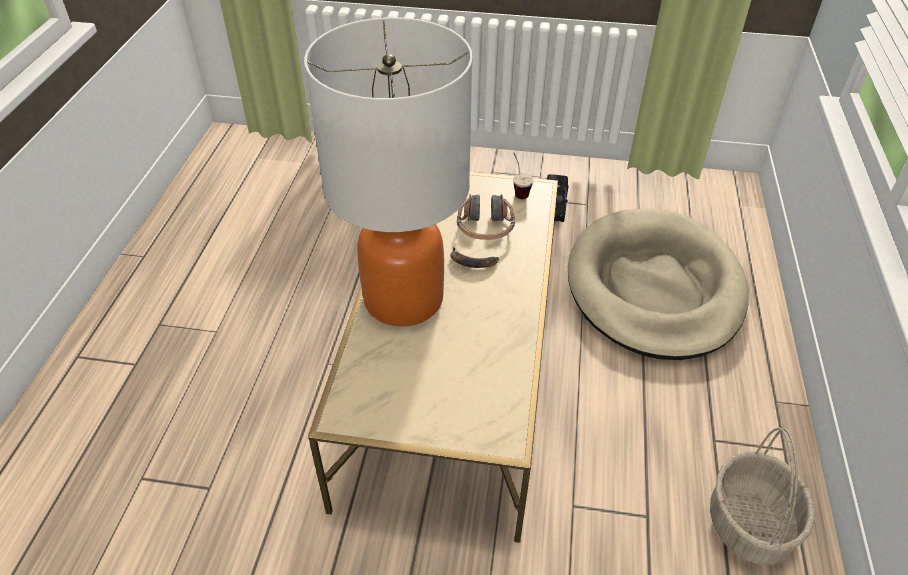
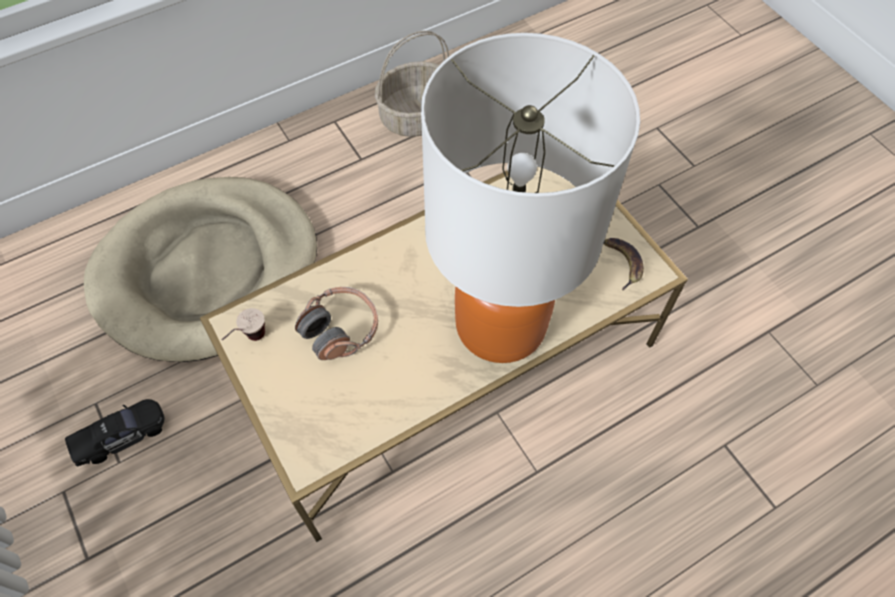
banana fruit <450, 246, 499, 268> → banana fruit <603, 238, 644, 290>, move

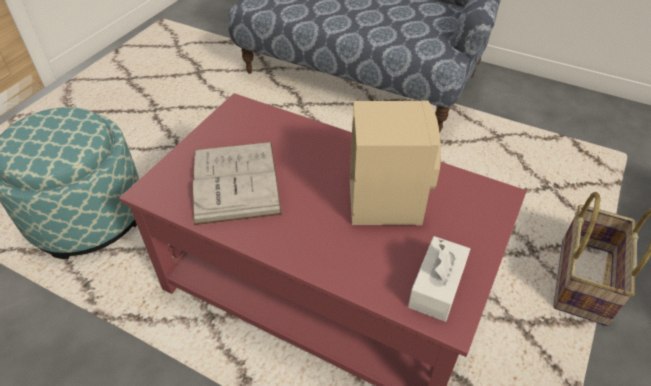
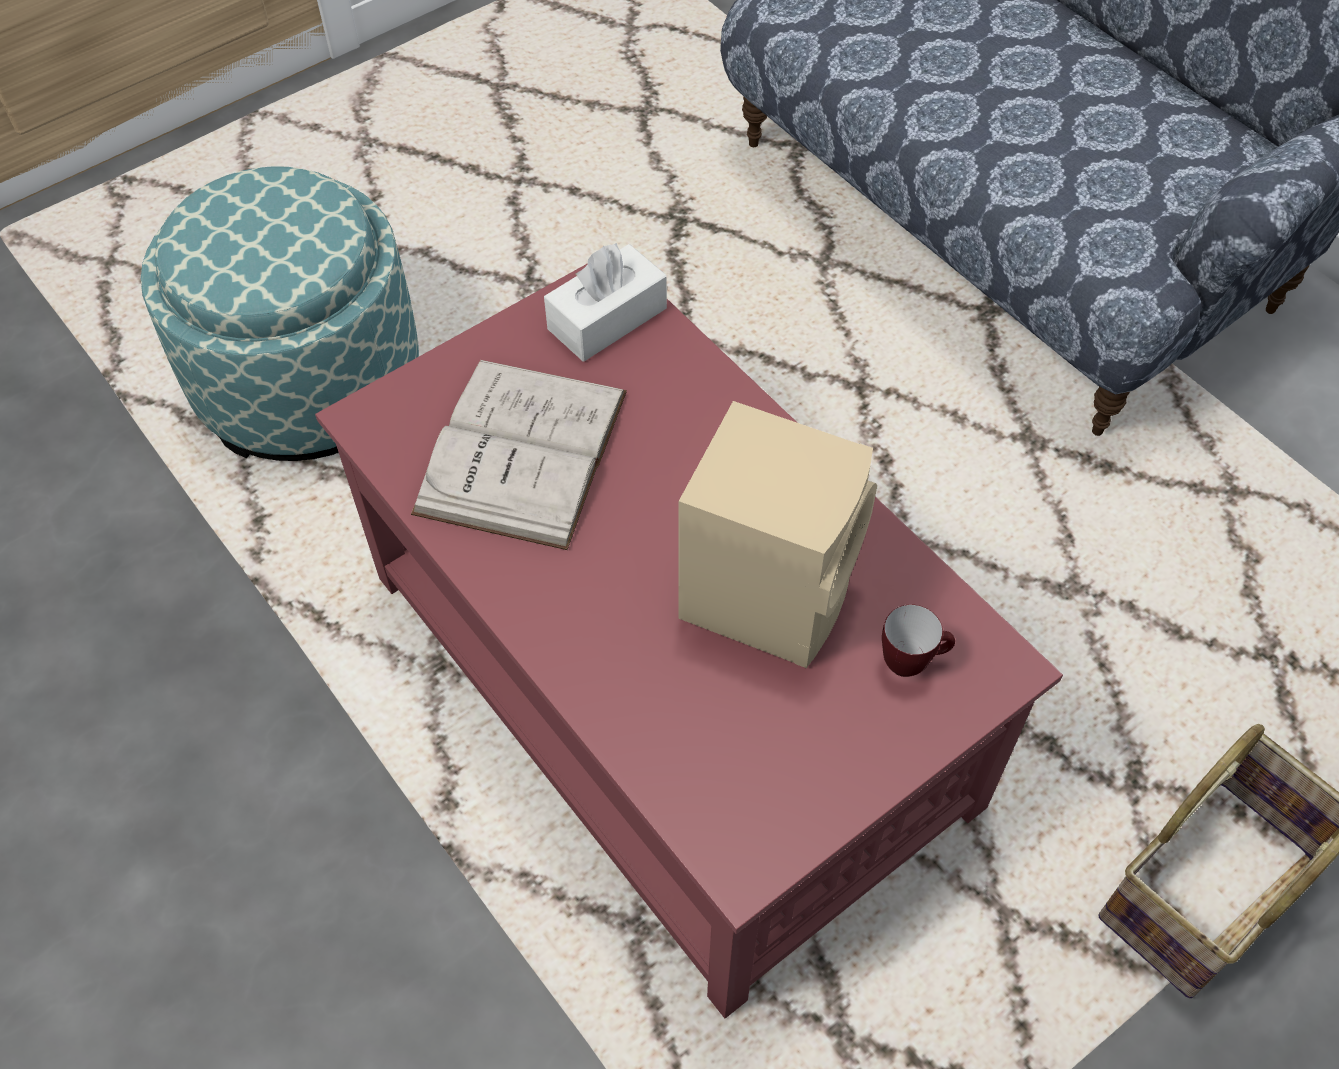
white box of tissues <408, 236, 470, 322> → white box of tissues <544, 243, 667, 362>, move
- → coffee mug <882, 604, 955, 677>

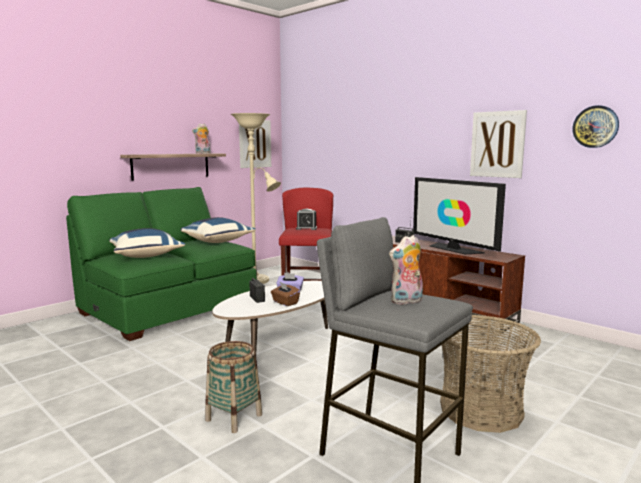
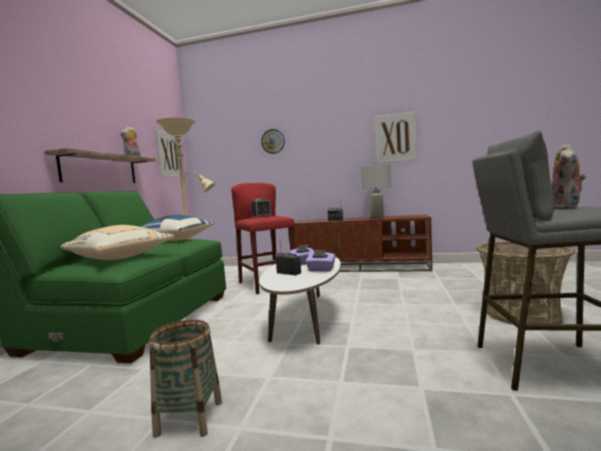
blue-coloured throw pillow <109, 228, 185, 258> → sand-coloured throw pillow <61, 225, 174, 260>
household basket <205, 341, 262, 433> → household basket <149, 320, 222, 438>, move
hanging clock <572, 105, 619, 148> → hanging clock <261, 129, 285, 154>, move
brown box of tissues <271, 281, 300, 306> → purple-coloured box of tissues <305, 250, 335, 272>
television <413, 177, 506, 254> → gray table lamp <360, 163, 391, 219>

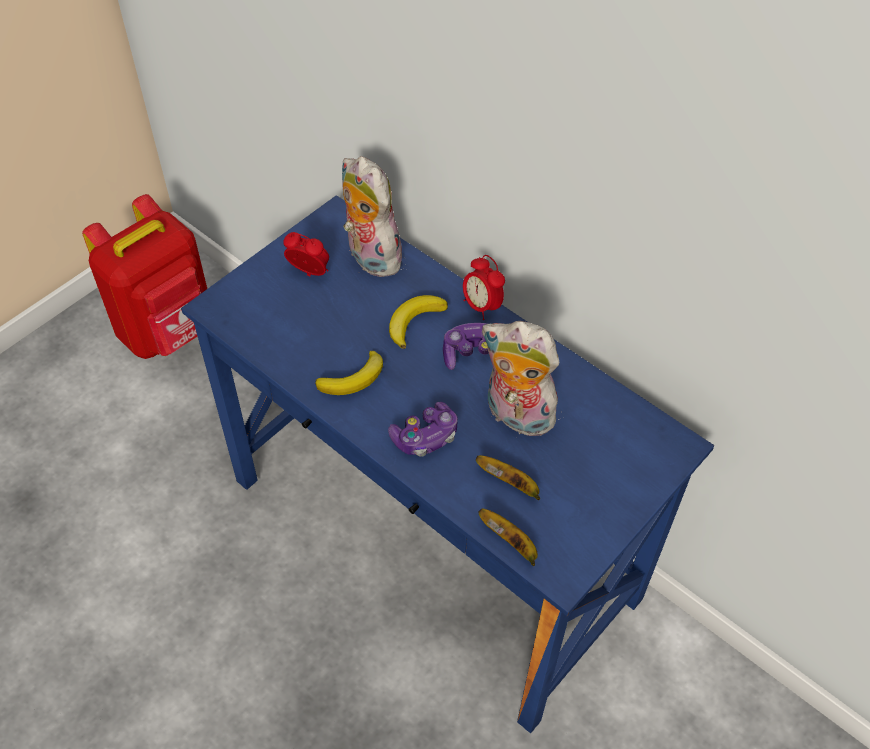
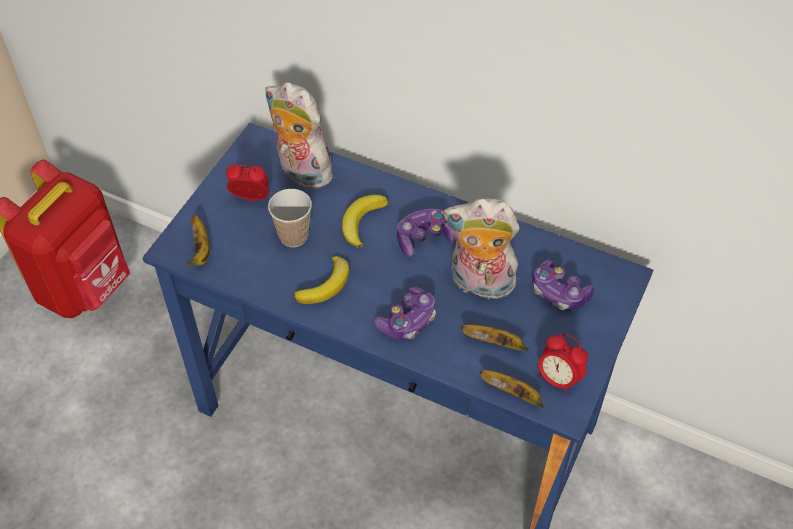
- → banana fruit <186, 215, 210, 266>
- → small cup <268, 189, 312, 247>
- → game controller <532, 260, 594, 310>
alarm clock <463, 255, 505, 320> → alarm clock <538, 334, 588, 395>, move

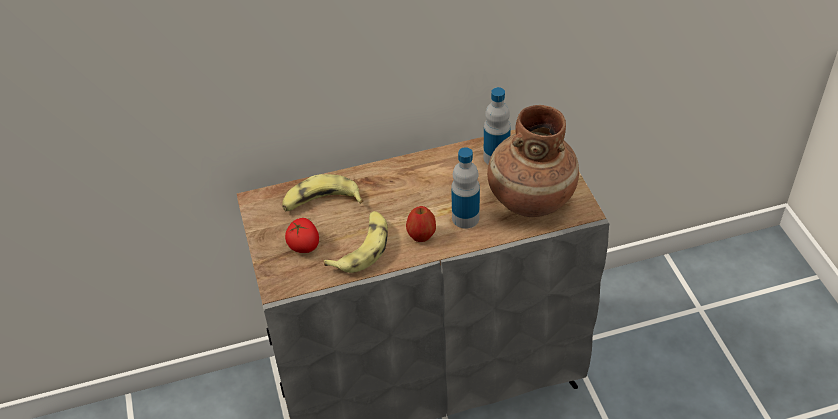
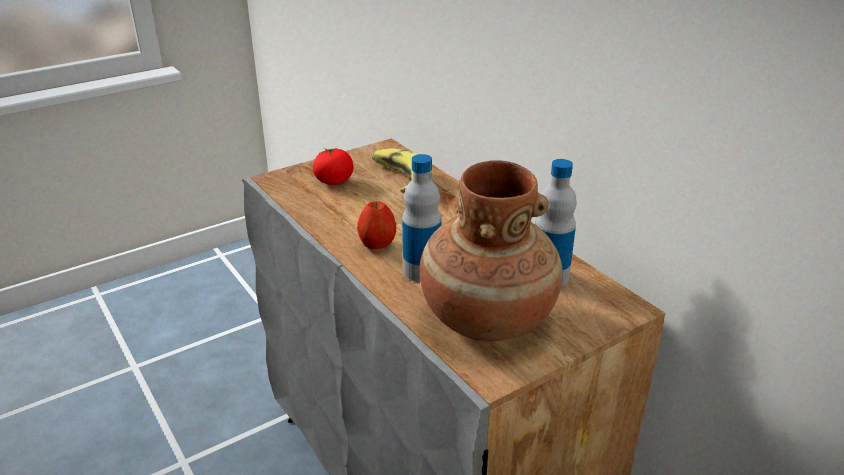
banana fruit <323, 211, 388, 273> → -

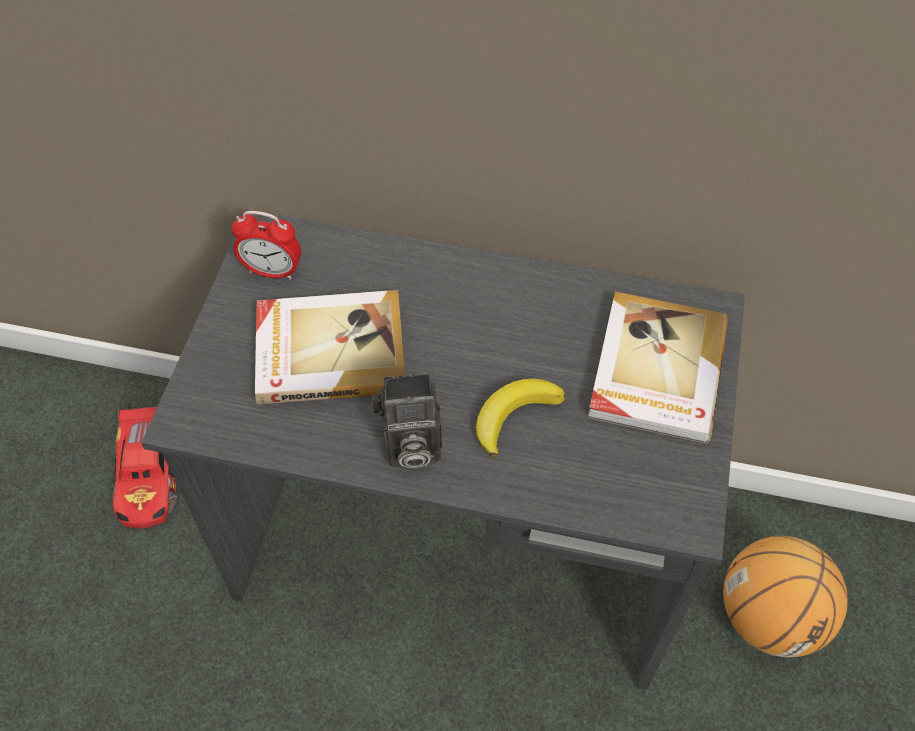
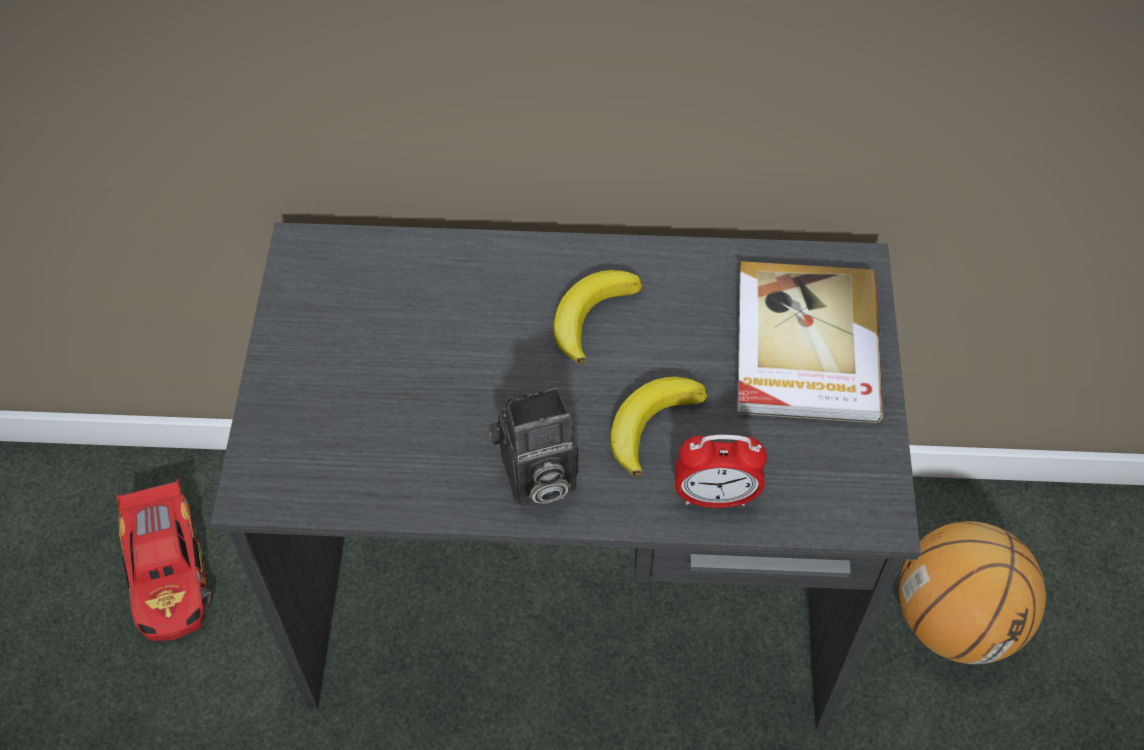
- → banana fruit <553, 270, 642, 364>
alarm clock <232, 211, 301, 280> → alarm clock <675, 435, 767, 508>, move
volume <255, 290, 405, 405> → -

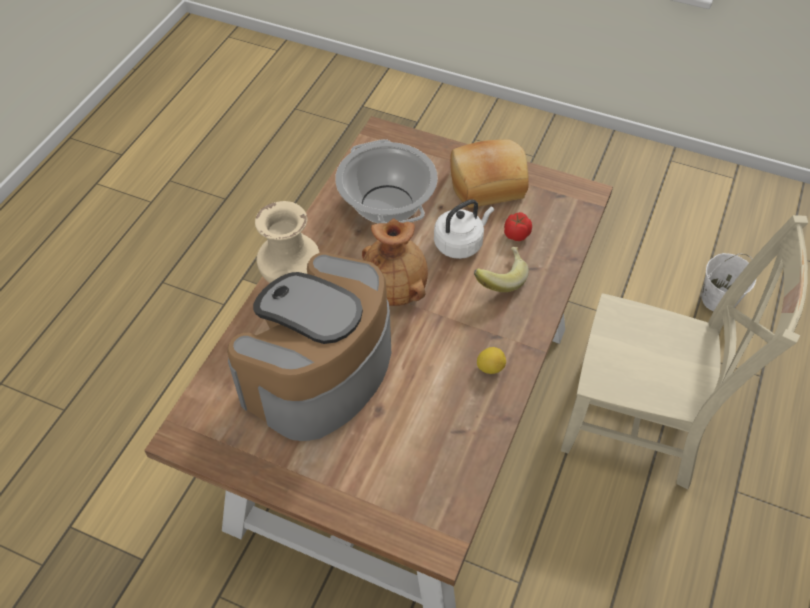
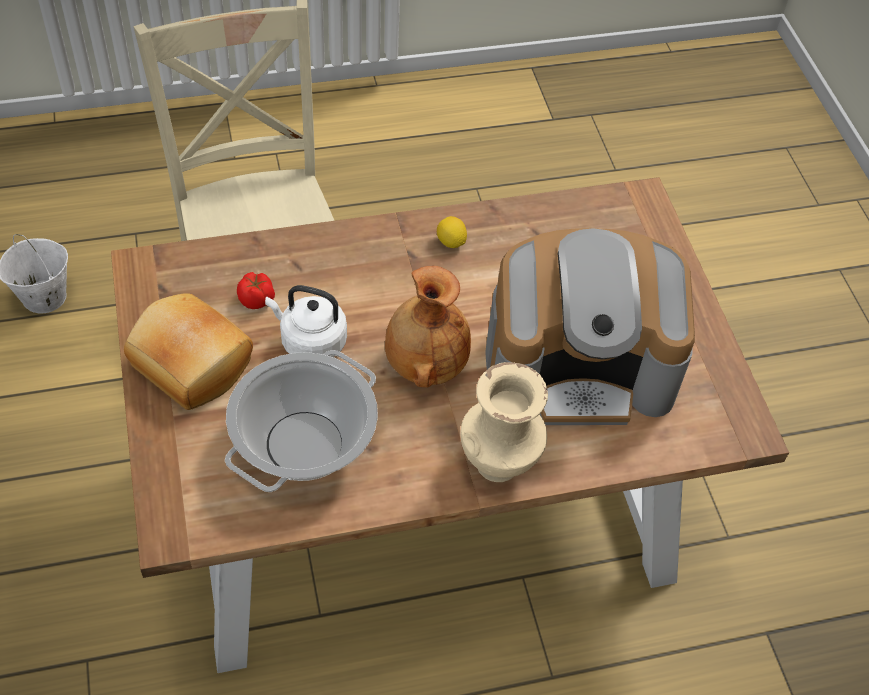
banana fruit <474, 247, 529, 292> → -

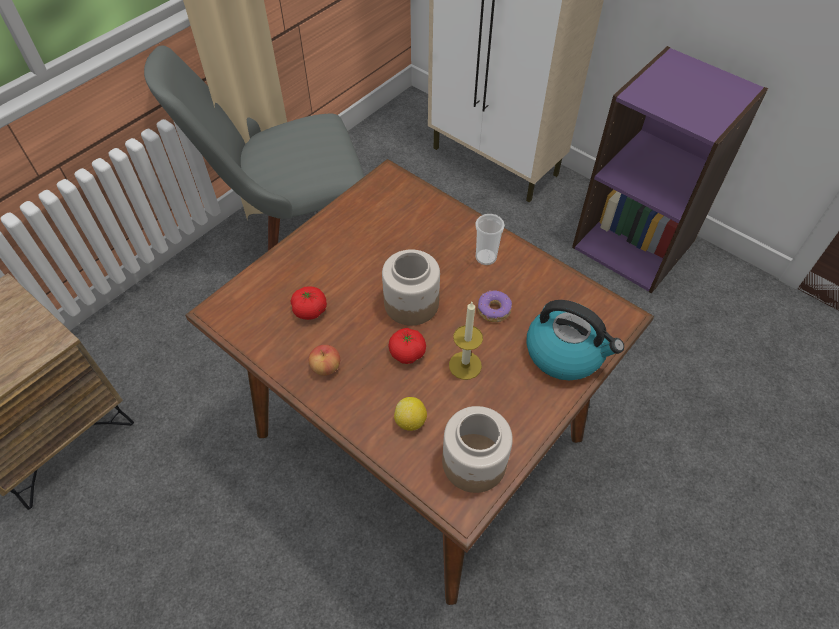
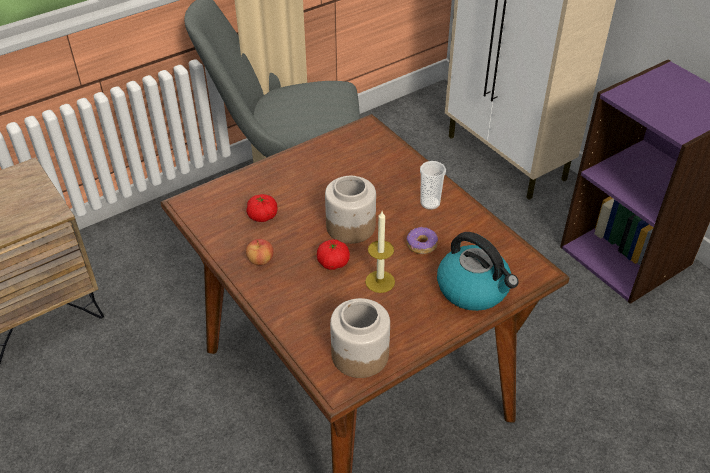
citrus fruit <394, 397, 427, 431> → -

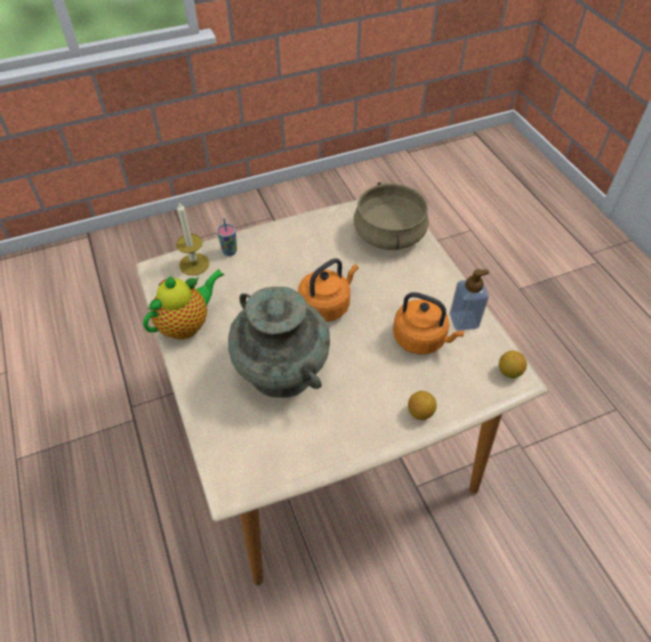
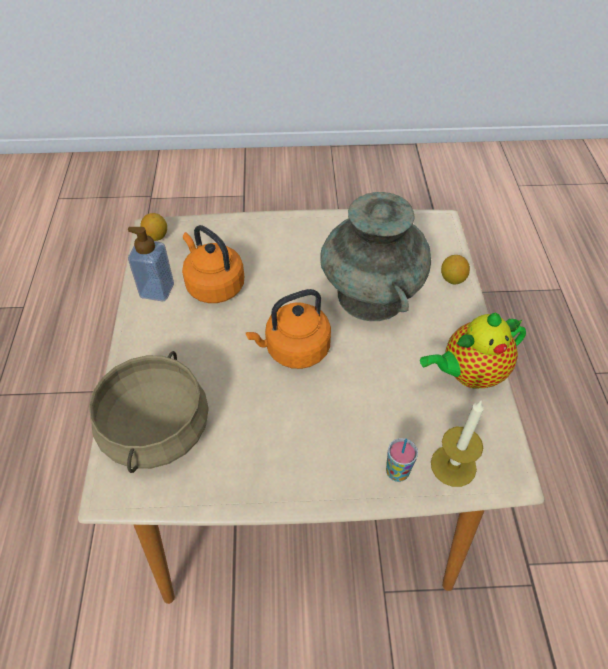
citrus fruit <408, 391, 437, 420> → citrus fruit <441, 255, 470, 284>, move

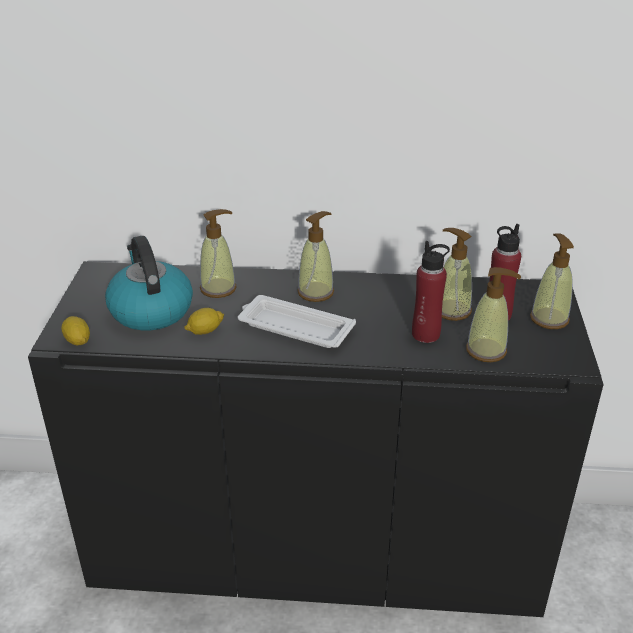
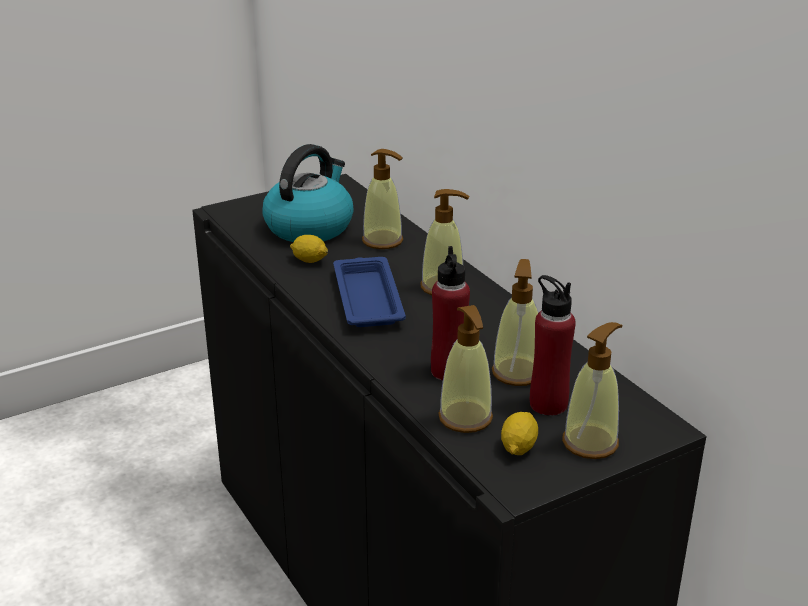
white serving tray <238, 295, 356, 348> → blue-coloured serving tray <333, 257, 406, 327>
citrus fruit <61, 316, 90, 346> → citrus fruit <501, 412, 538, 455>, move

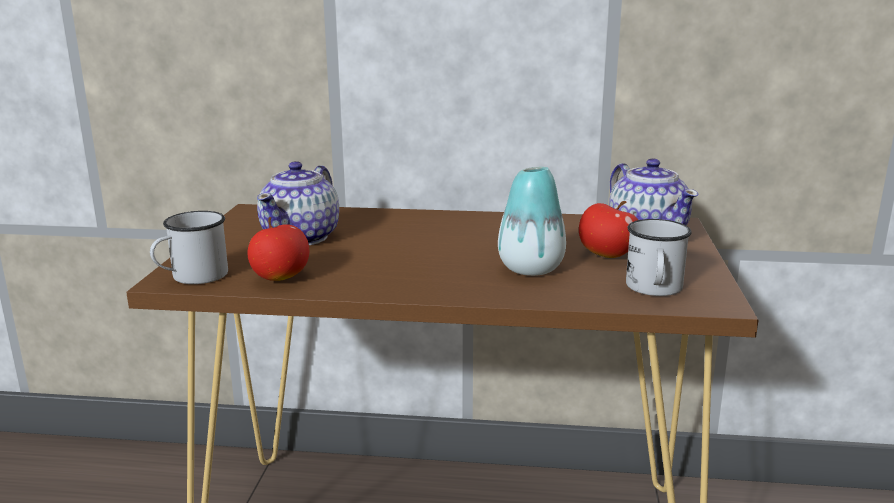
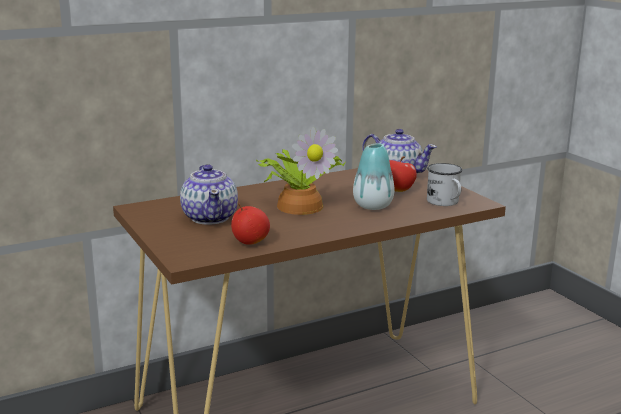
- → houseplant <256, 127, 346, 215>
white coffee mug <150, 211, 228, 284> → -

